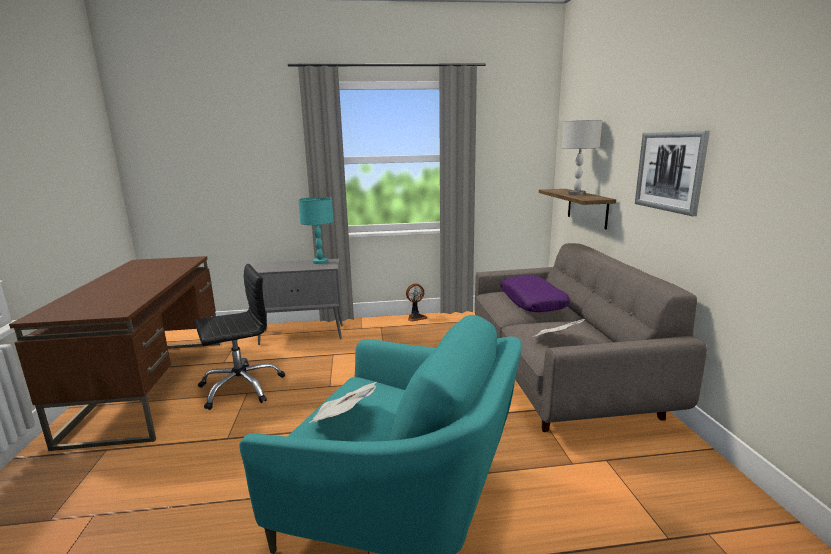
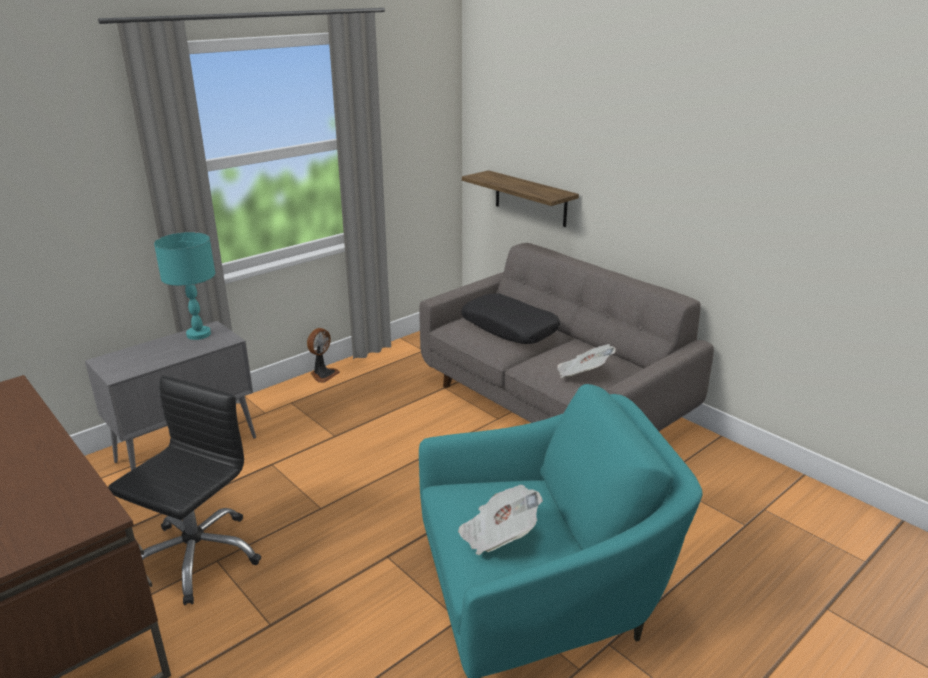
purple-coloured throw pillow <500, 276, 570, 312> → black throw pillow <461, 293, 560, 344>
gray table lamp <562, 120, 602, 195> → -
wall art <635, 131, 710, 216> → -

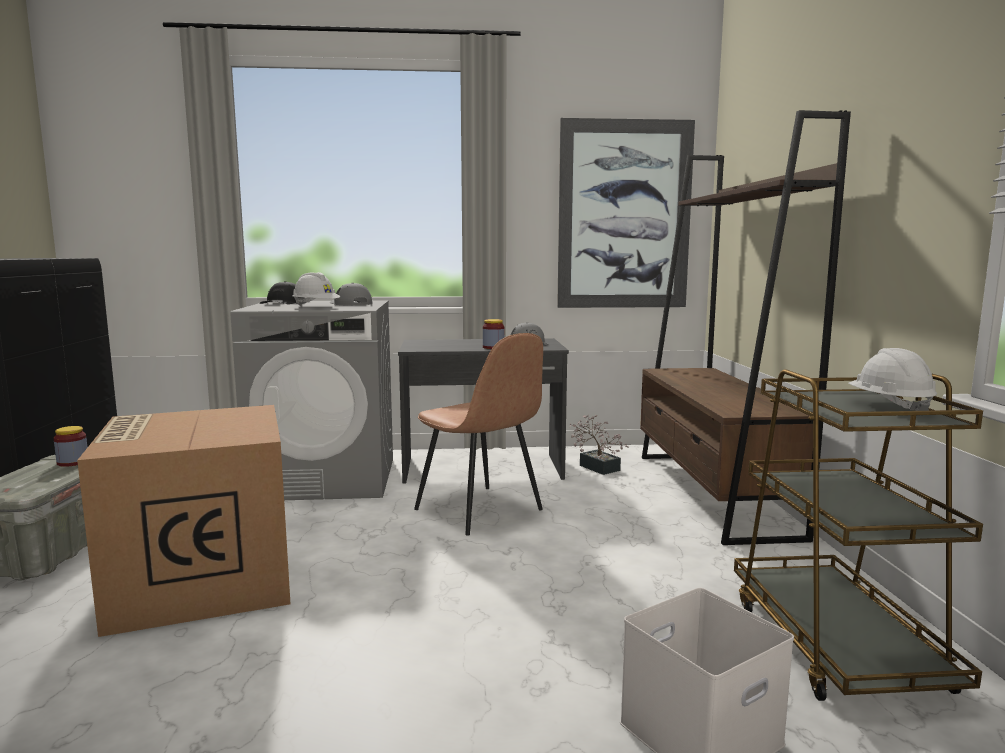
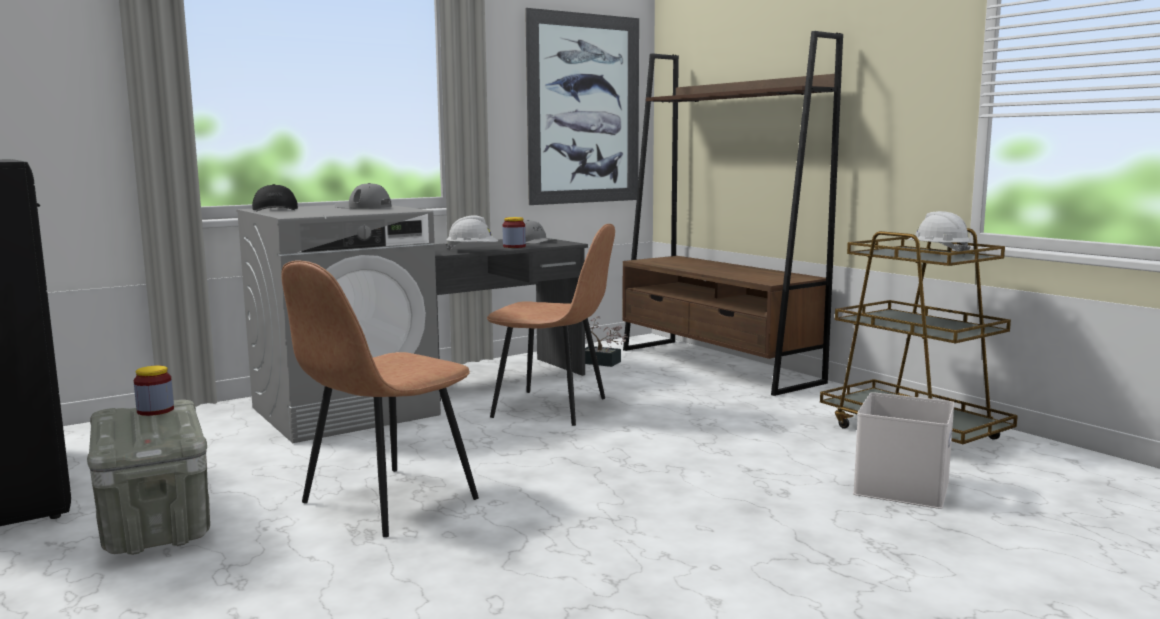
cardboard box <77, 405, 290, 637> → brown upright chair <281, 260, 479, 537>
white hard hat <293, 272, 340, 306> → white hard hat <446, 215, 498, 251>, move

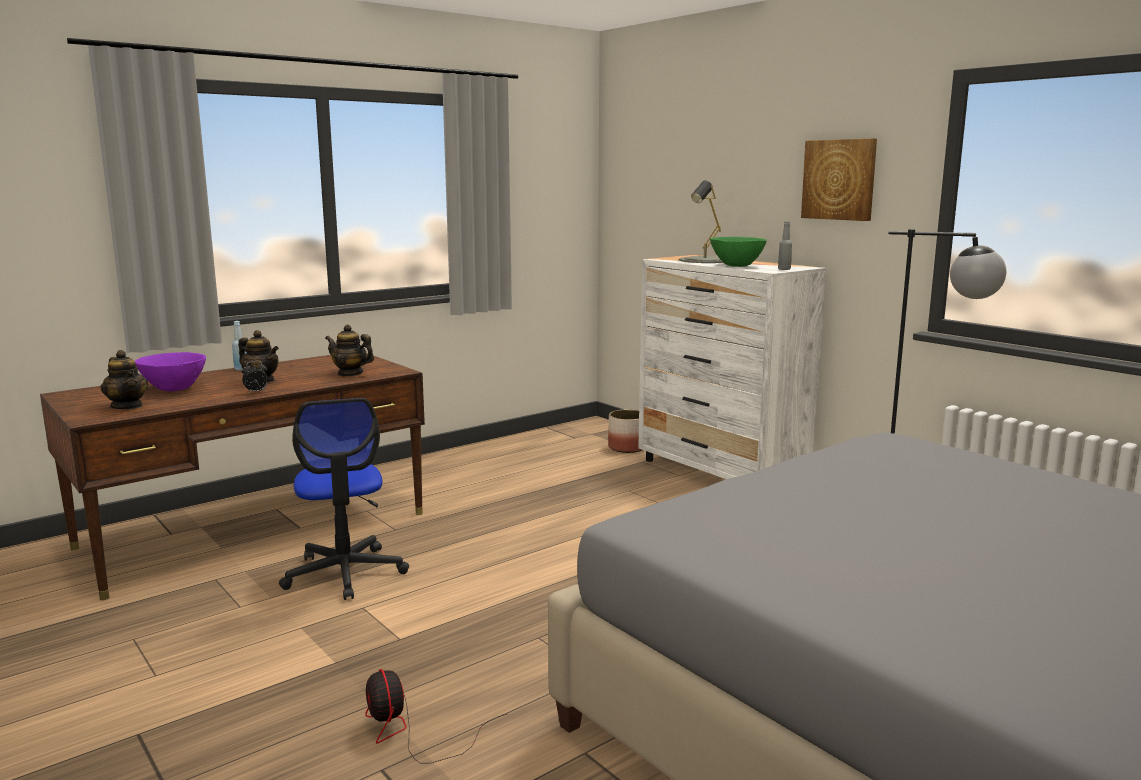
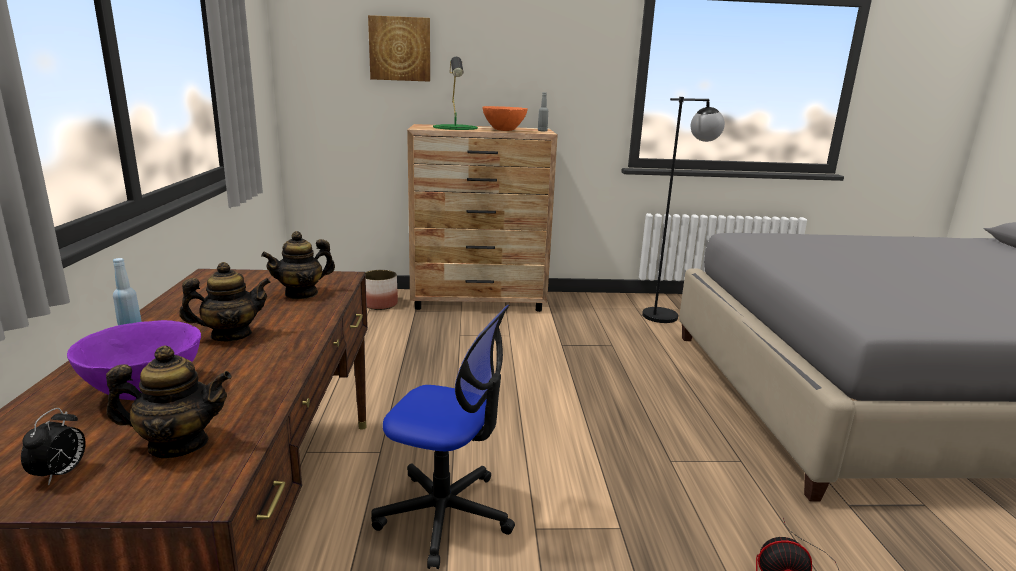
alarm clock <242, 361, 268, 394> → alarm clock <21, 408, 86, 485>, move
wall art <801, 138, 877, 221> → wall art <368, 15, 430, 82>, move
white dresser <638, 255, 826, 479> → brown dresser <407, 124, 558, 312>
gray table lamp <679, 180, 723, 263> → green-coloured table lamp <433, 57, 478, 130>
green-coloured bowl <710, 237, 767, 267> → orange bowl <482, 106, 528, 131>

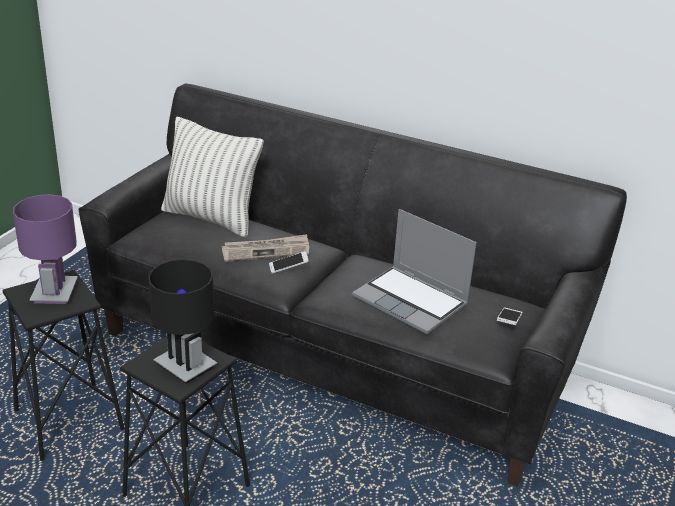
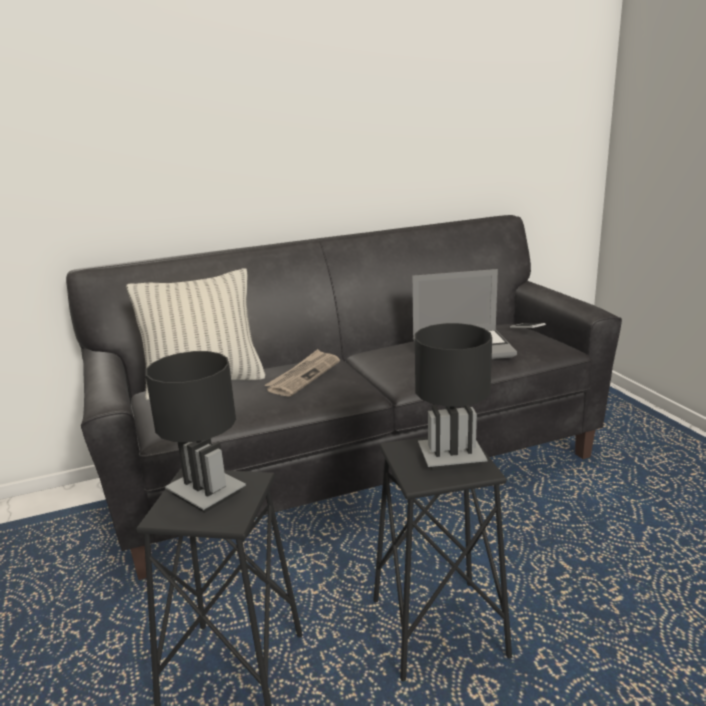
purple-coloured table lamp <13, 194, 78, 304> → black table lamp <145, 351, 246, 513>
handset <269, 251, 309, 274> → -

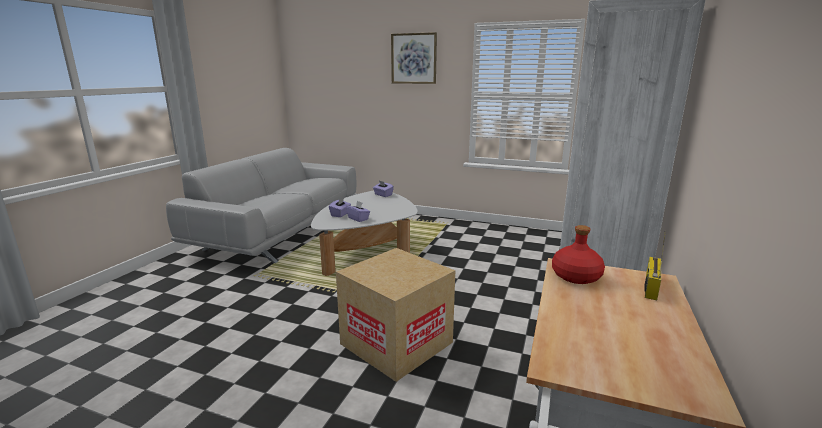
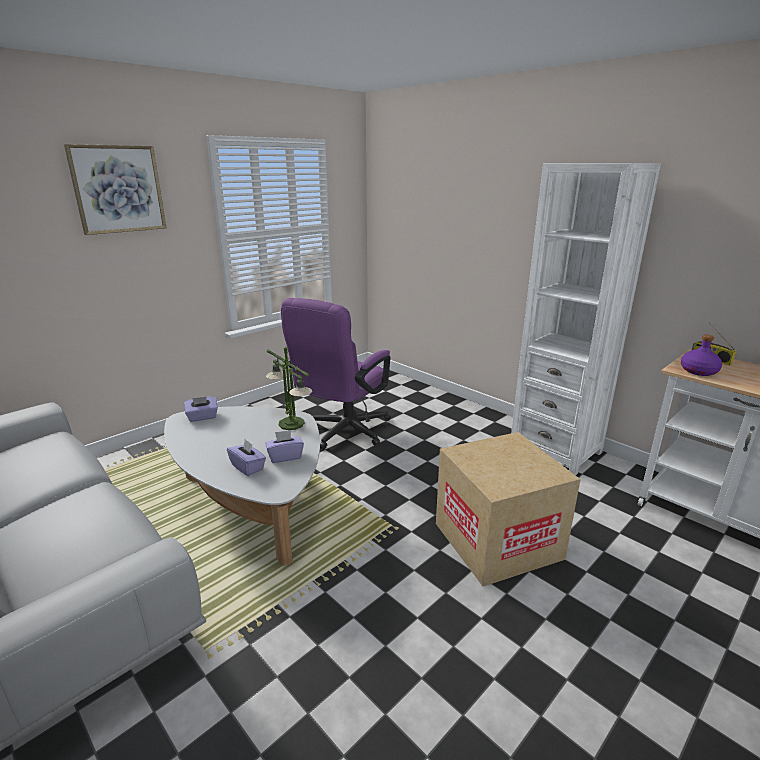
- → table lamp <266, 346, 312, 430>
- → purple-coloured computer chair <281, 298, 391, 449>
red beverage bottle <552, 225, 605, 284> → purple-coloured beverage bottle <681, 335, 722, 376>

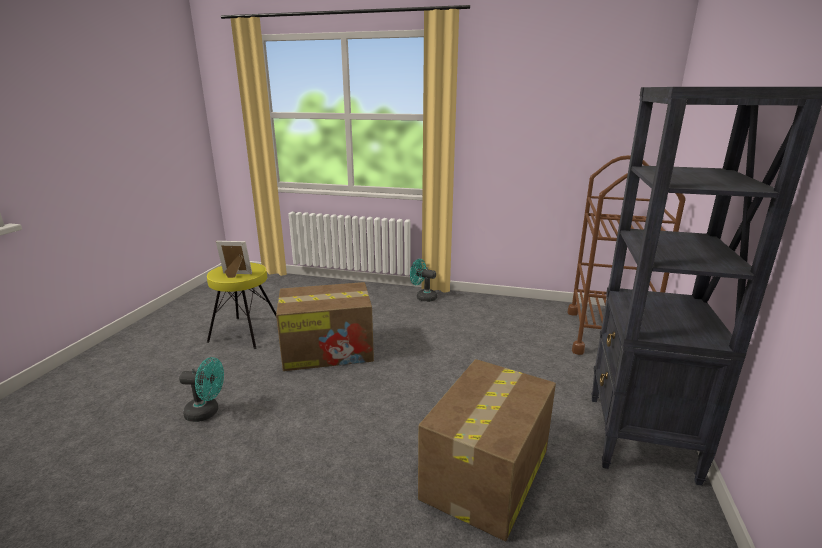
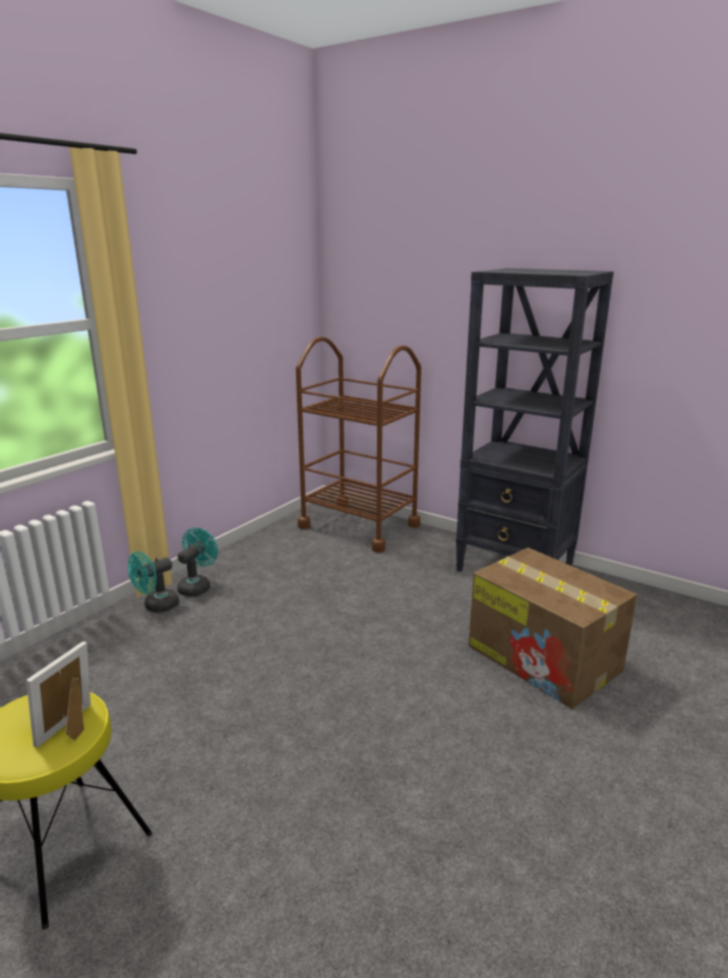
blue-green fan <179, 357, 224, 422> → blue-green fan <177, 528, 218, 596>, move
cardboard box <276, 282, 374, 371> → -

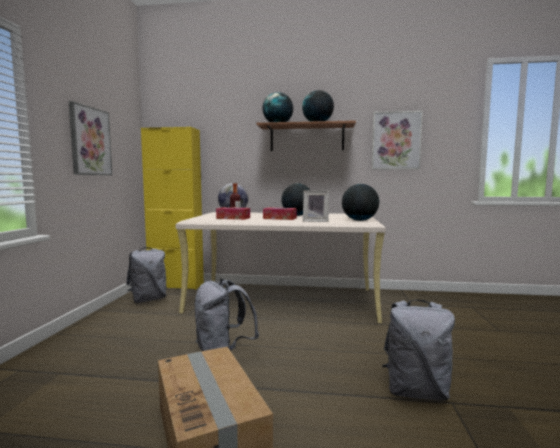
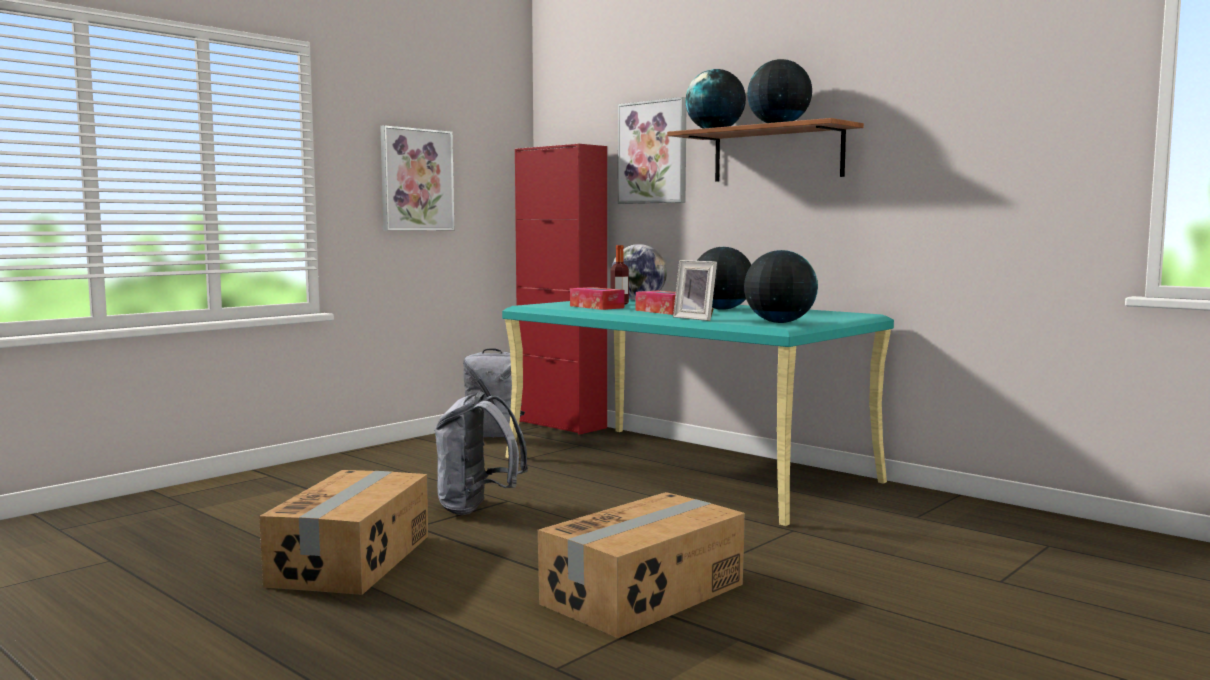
sand-coloured desk <176, 212, 386, 323> → blue-green desk <502, 299, 894, 526>
yellow-coloured cupboard <141, 127, 204, 290> → red cupboard <515, 144, 607, 435>
gray rucksack <382, 300, 455, 401> → cardboard box <538, 492, 745, 638>
wall art <372, 111, 423, 170> → wall art <618, 97, 686, 204>, move

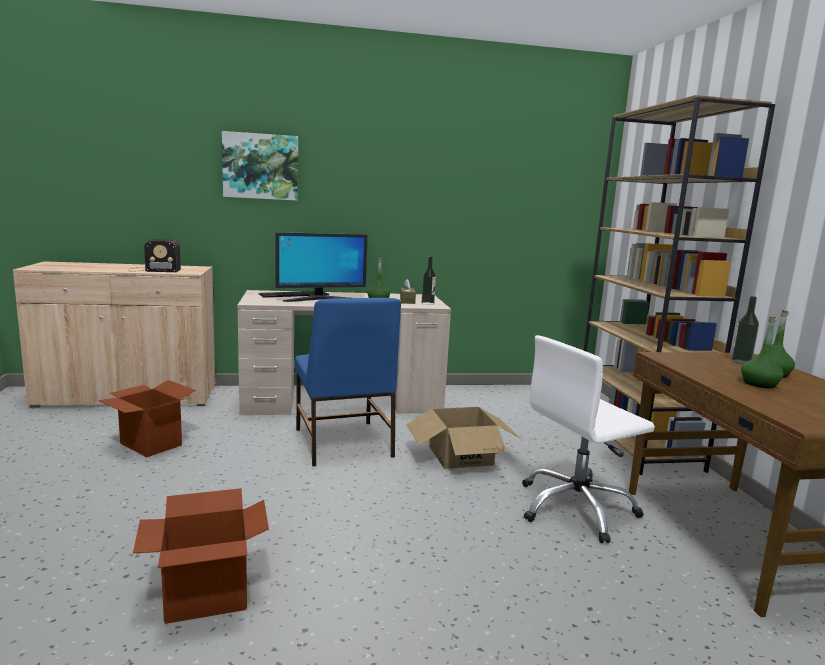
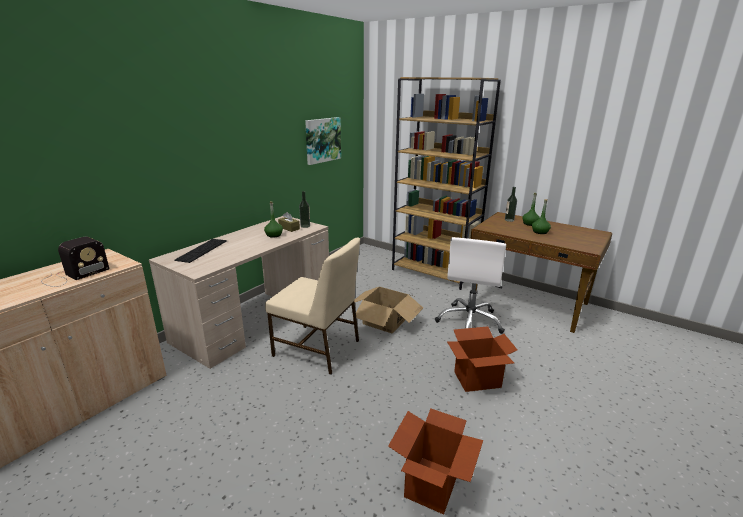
blue-coloured upright chair <295, 298, 401, 466> → sand-coloured upright chair <265, 238, 360, 375>
wall art <222, 131, 298, 201> → wall art <305, 117, 341, 165>, move
cardboard box <98, 380, 195, 457> → cardboard box <447, 326, 517, 392>, move
monitor <276, 232, 368, 302> → -

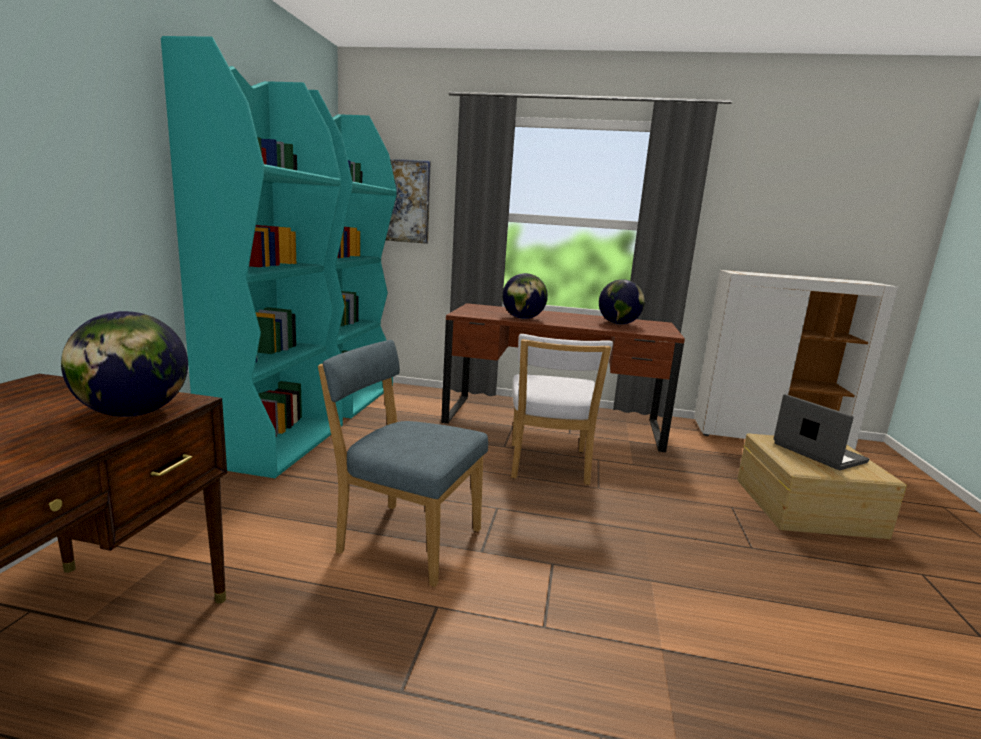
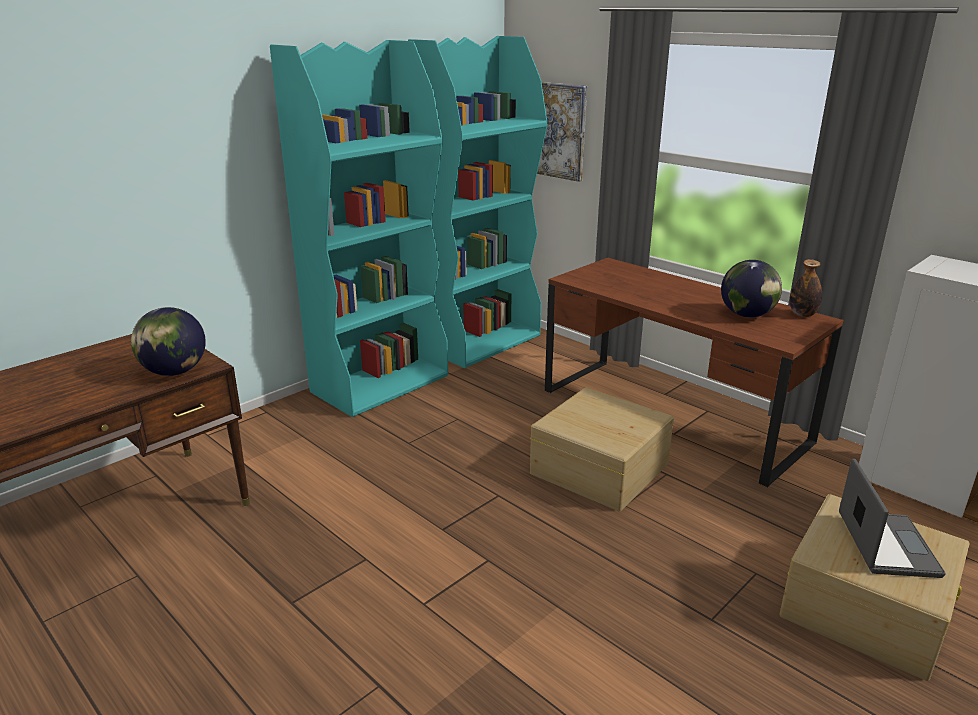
white upright chair <511, 334, 613, 485> → sand-coloured storage box <530, 388, 674, 511>
- → beverage bottle <790, 259, 822, 317>
blue-coloured upright chair <318, 340, 488, 587> → -
globe <502, 273, 548, 319> → -

